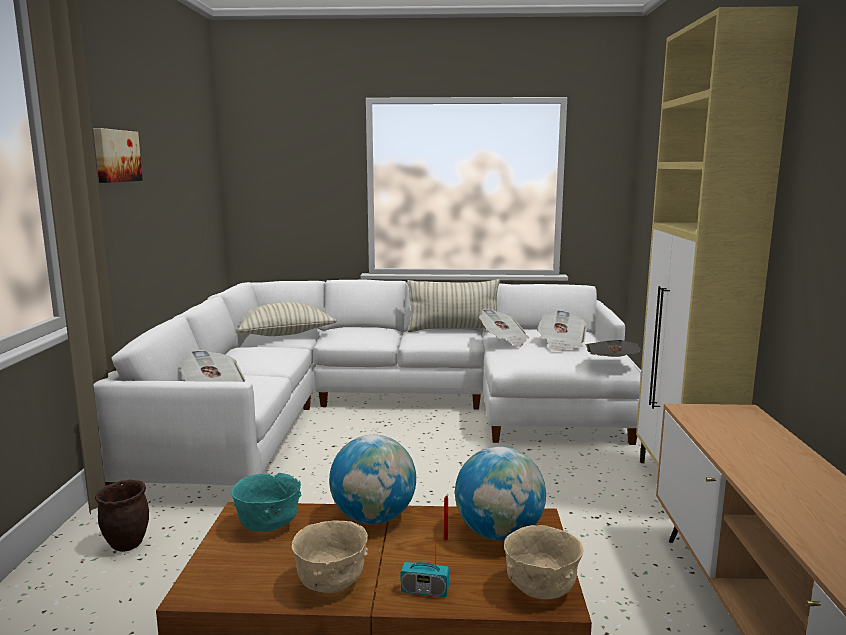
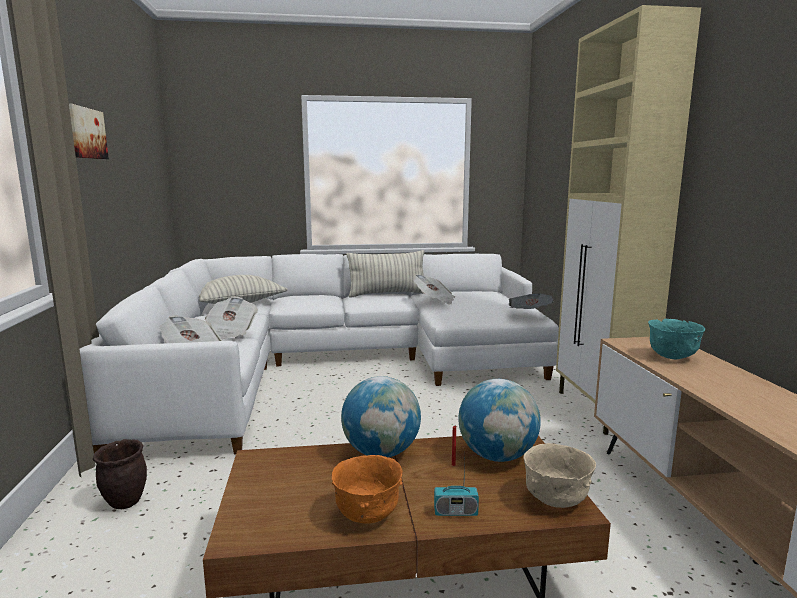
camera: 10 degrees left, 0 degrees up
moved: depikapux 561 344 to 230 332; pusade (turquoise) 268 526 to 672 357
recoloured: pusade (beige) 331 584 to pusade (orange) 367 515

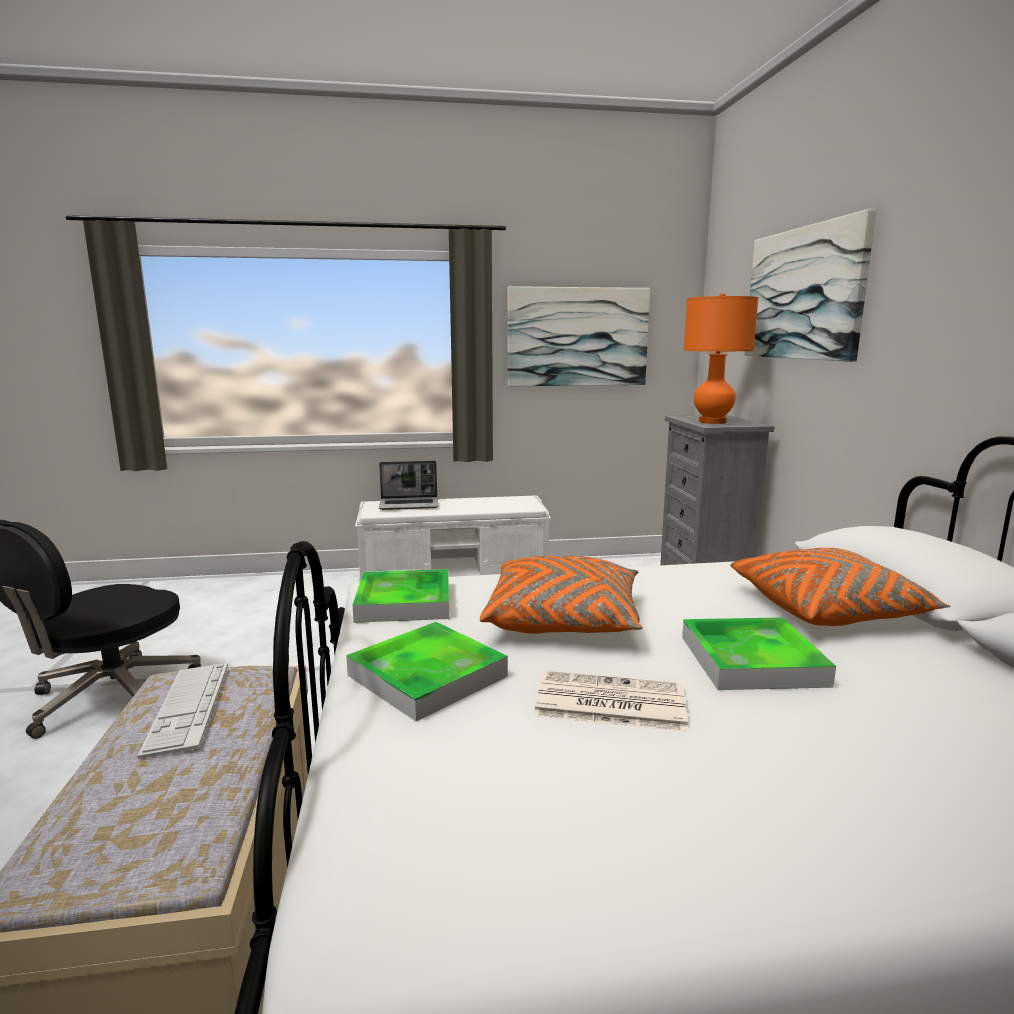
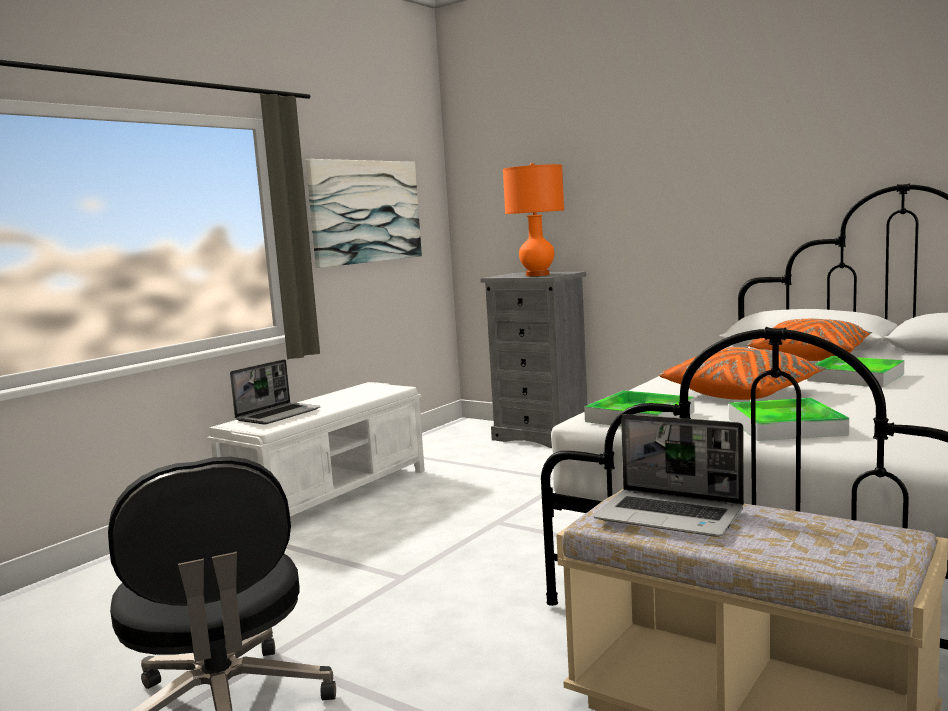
camera: 45 degrees left, 5 degrees down
removed: depikapux 608 703; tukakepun 803 294
replaced: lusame 188 707 to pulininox 671 516

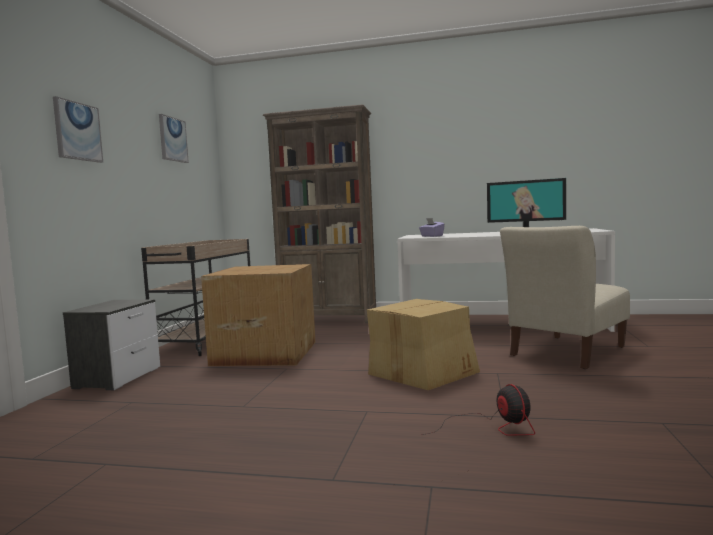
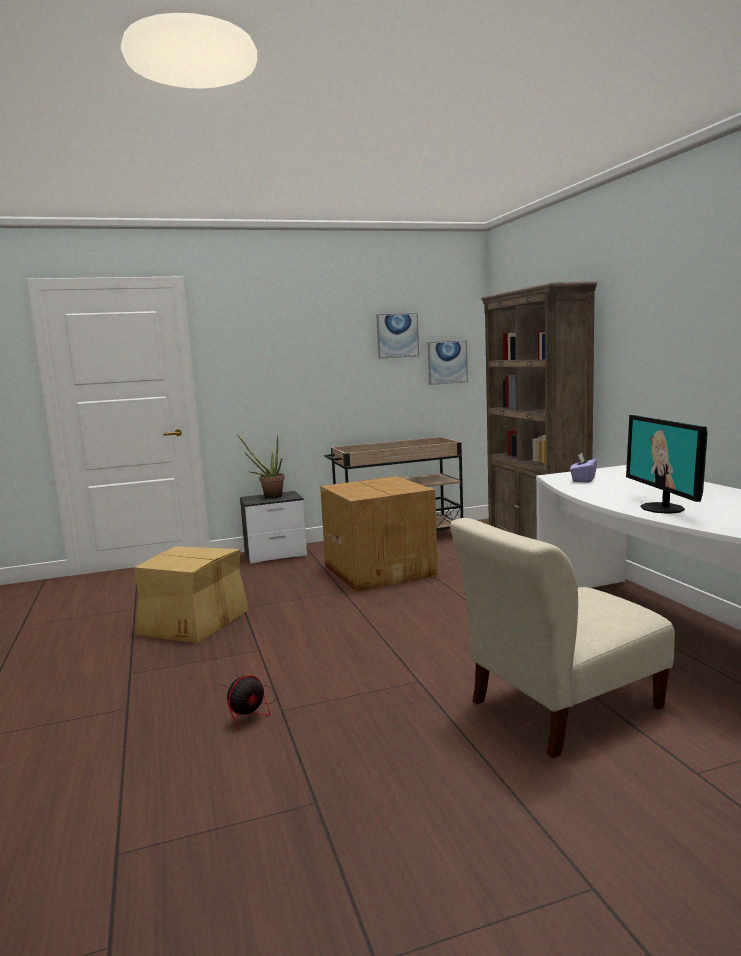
camera: 60 degrees right, 5 degrees up
added: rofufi 269 496
moved: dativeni 423 372 to 193 622; tukakepun 77 131 to 447 362
turned: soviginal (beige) 565 353 = 560 708 45 degrees counterclockwise

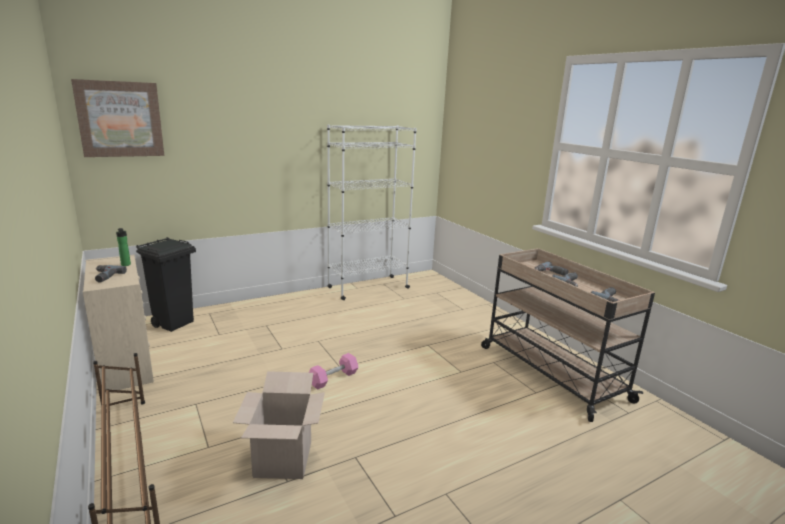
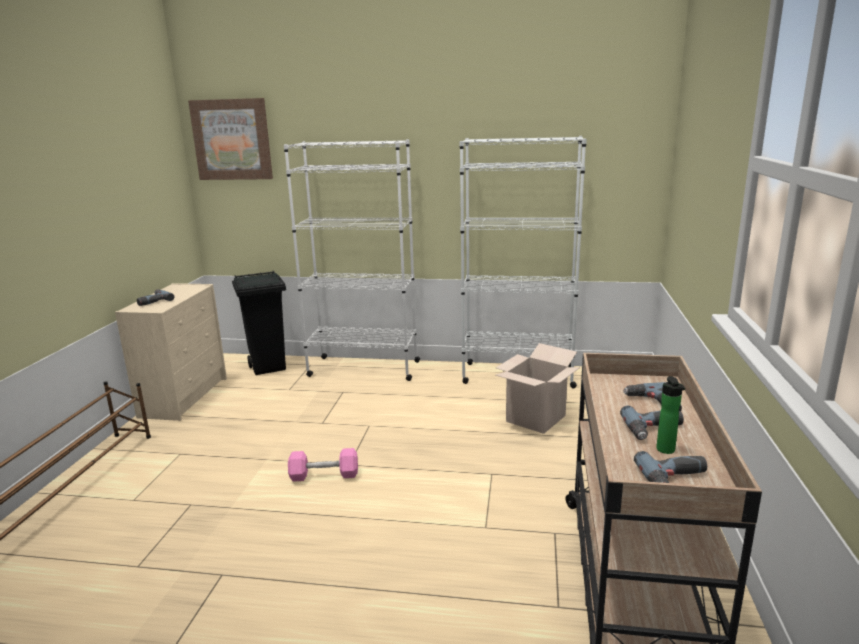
camera: 40 degrees right, 0 degrees up
added: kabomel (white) 363 368
moved: dativeni 283 459 to 535 418; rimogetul 126 265 to 666 451

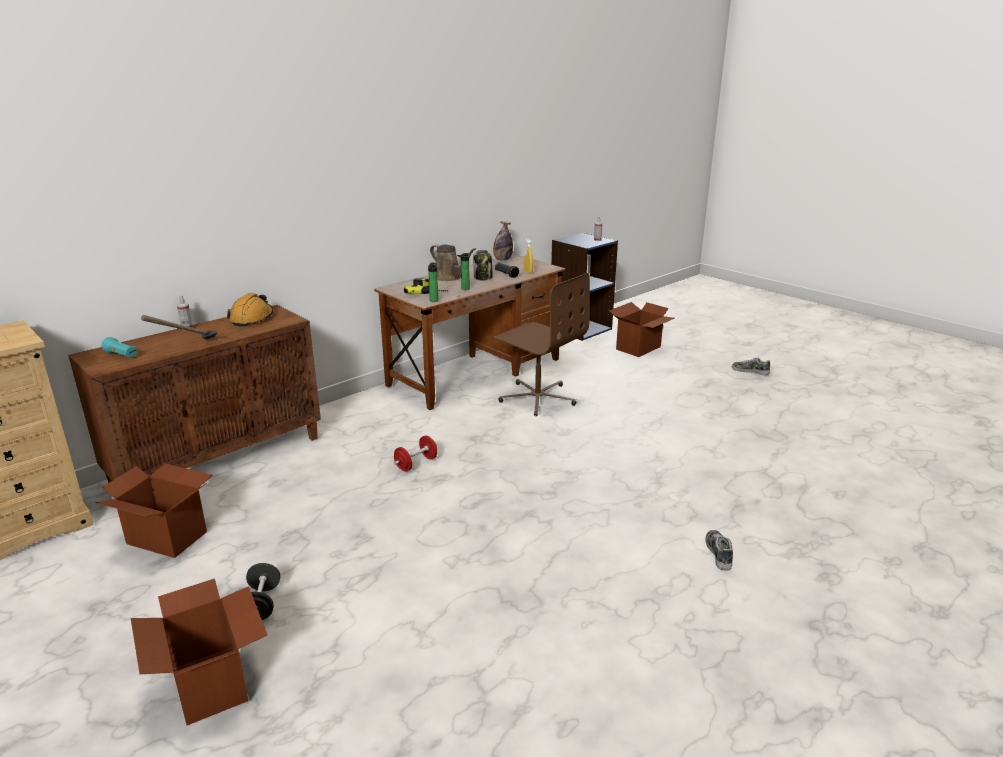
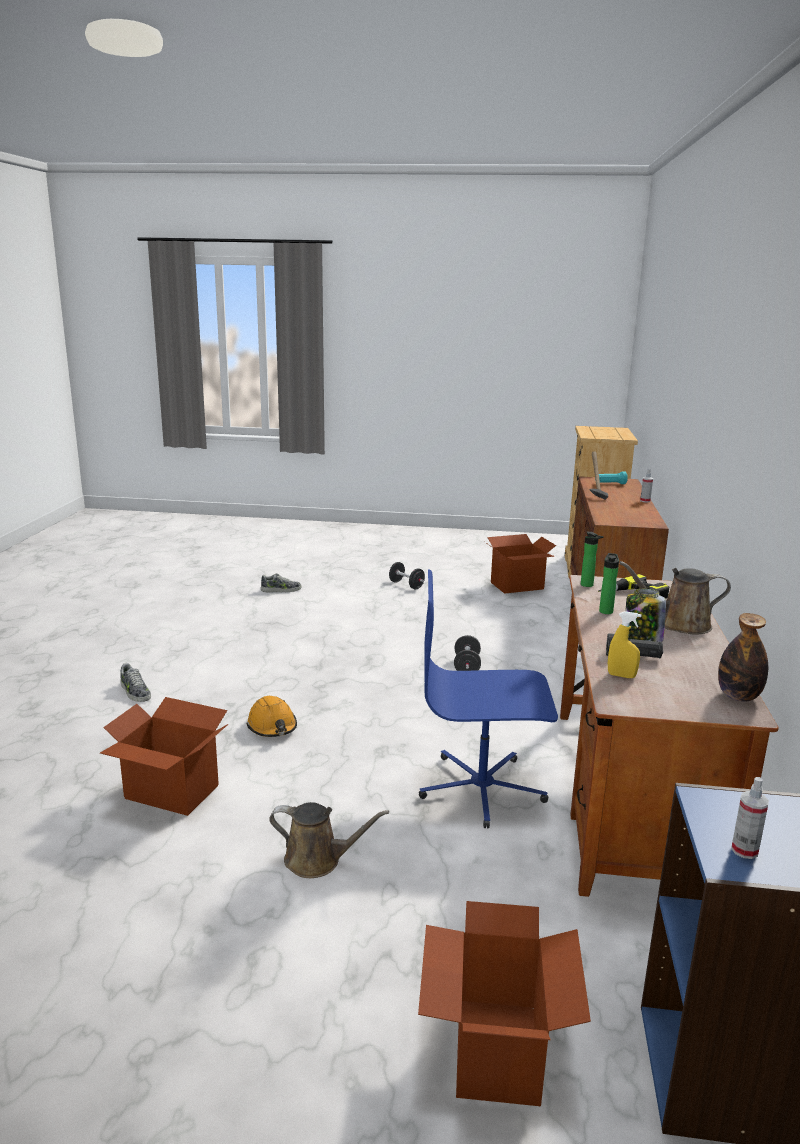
camera: 140 degrees right, 5 degrees down
added: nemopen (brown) 318 860
moved: dativeni 212 684 to 171 793; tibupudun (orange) 252 318 to 272 726; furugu 750 371 to 281 590
recoloured: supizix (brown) 537 398 to supizix (blue) 482 789; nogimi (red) 416 464 to nogimi (black) 466 667

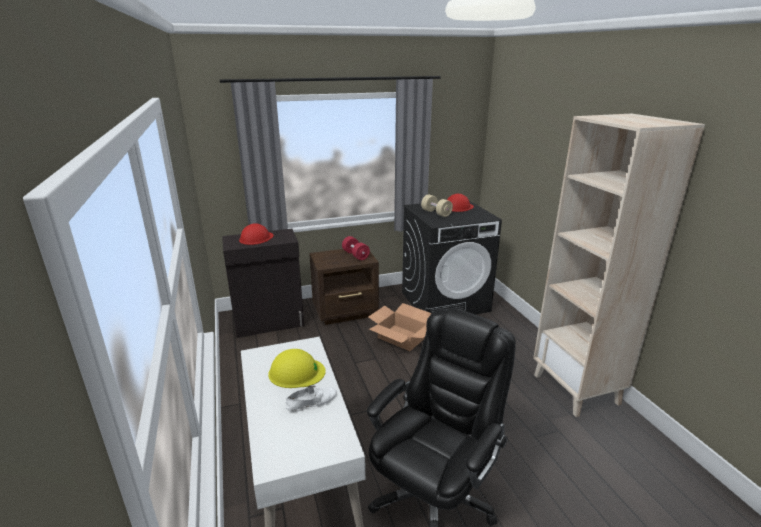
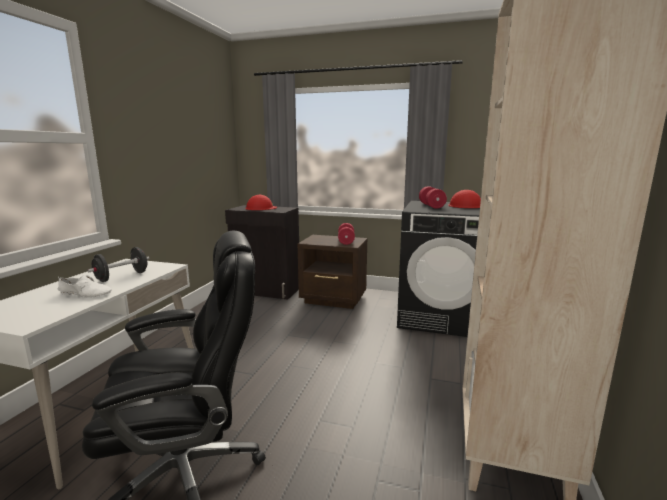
camera: 35 degrees right, 10 degrees down
removed: dativeni 402 337
replaced: tibupudun (yellow) 296 372 to nogimi (black) 122 277
recoloured: nogimi (beige) 436 213 to nogimi (red) 431 206

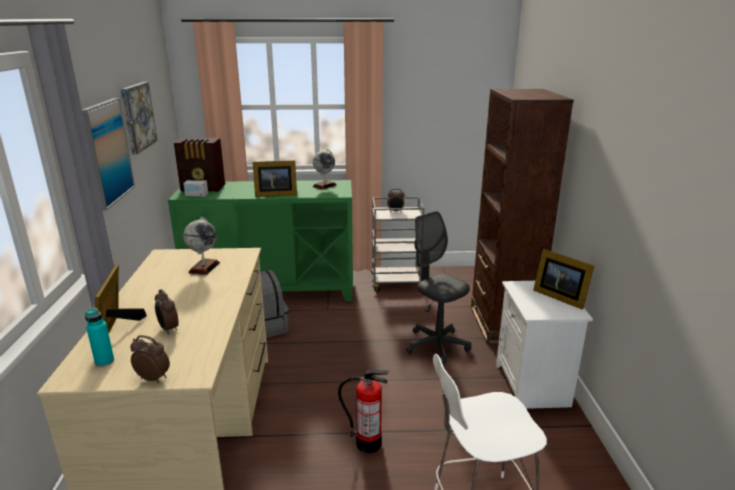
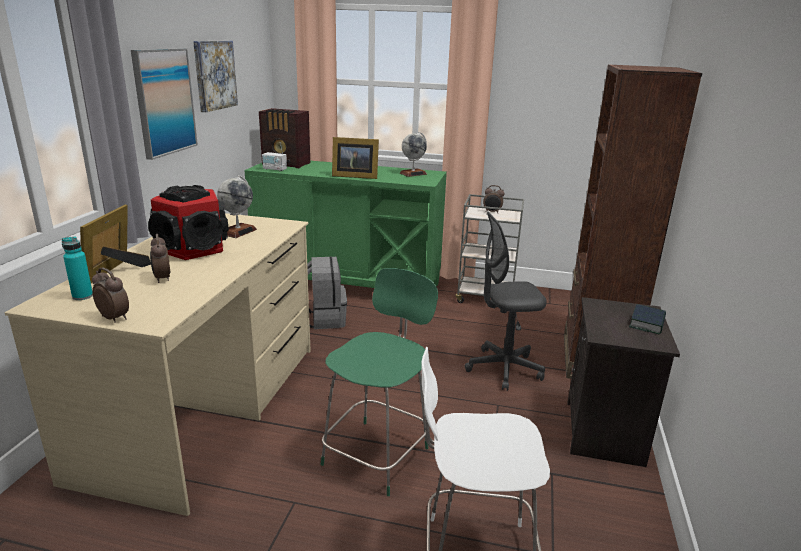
camera: 15 degrees right, 0 degrees up
added: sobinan 194 248
replaced: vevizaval 368 443 to soviginal (green) 378 454; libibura 559 296 to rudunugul 647 323
recoloured: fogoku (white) 533 385 to fogoku (black) 605 433
turned: supizix (grey) 437 346 = 504 369 75 degrees counterclockwise

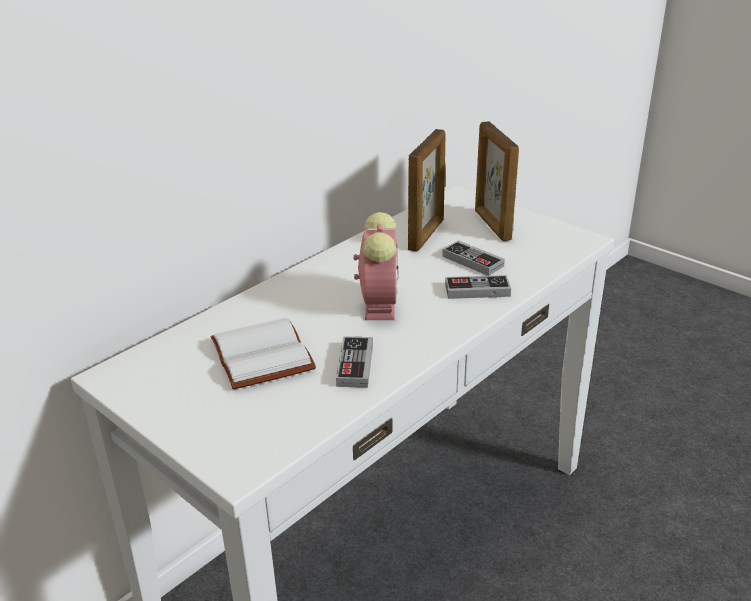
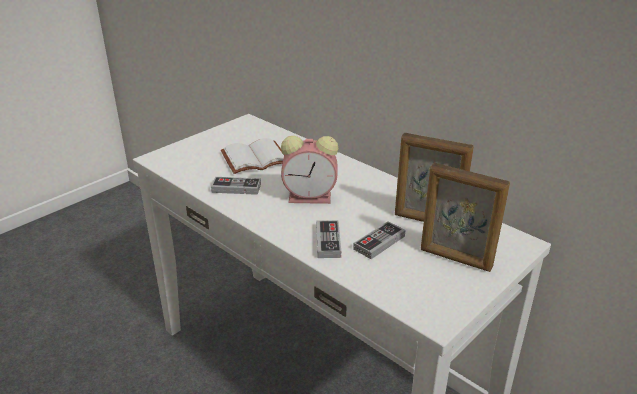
camera: 90 degrees right, 0 degrees up
turned: libibura 492 225 = 455 259 135 degrees counterclockwise

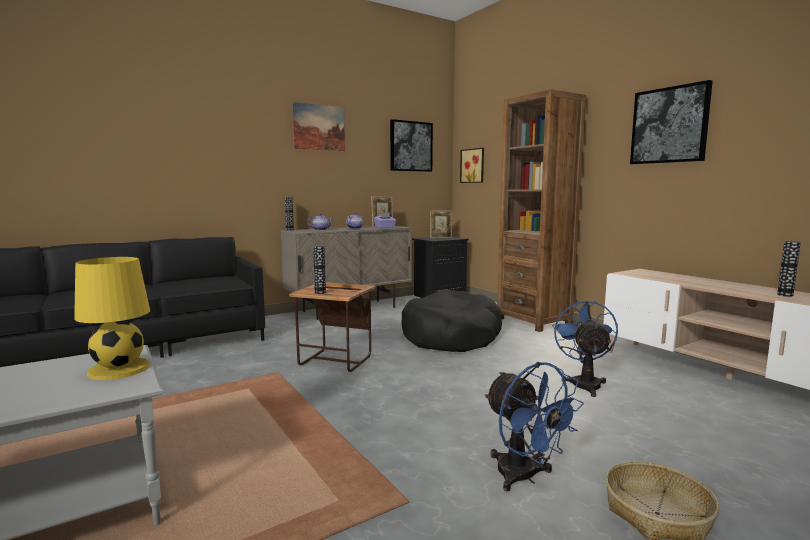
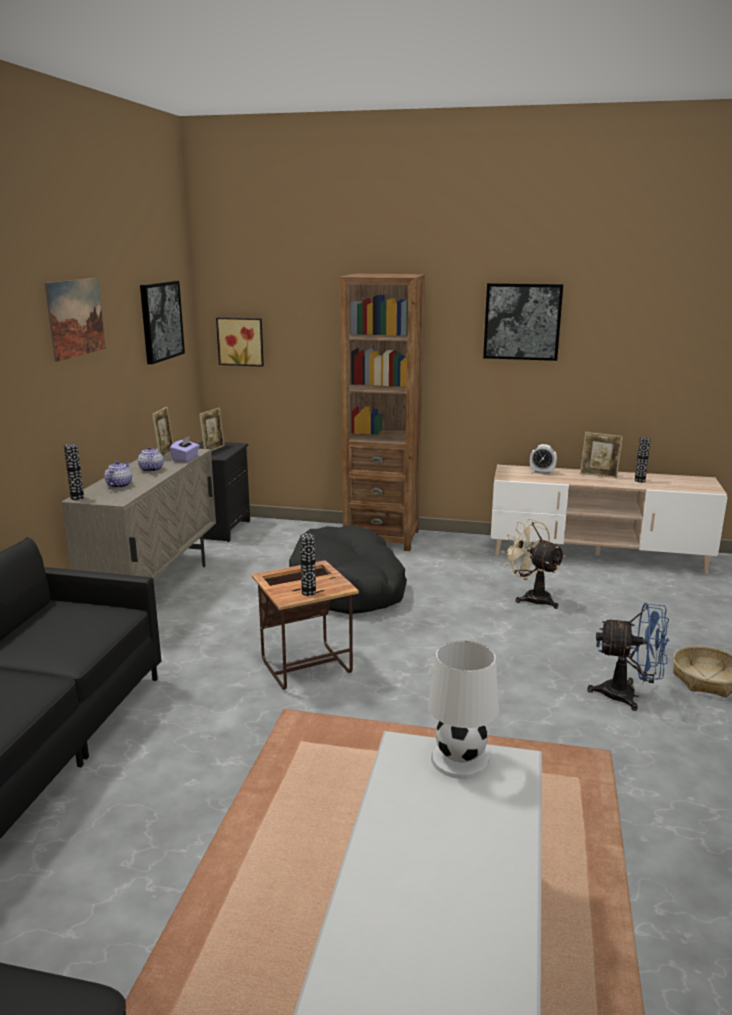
camera: 45 degrees left, 10 degrees up
added: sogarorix 542 472; libibura 599 475
recoloured: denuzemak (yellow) 119 369 to denuzemak (white) 461 759; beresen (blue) 584 383 to beresen (beige) 532 597

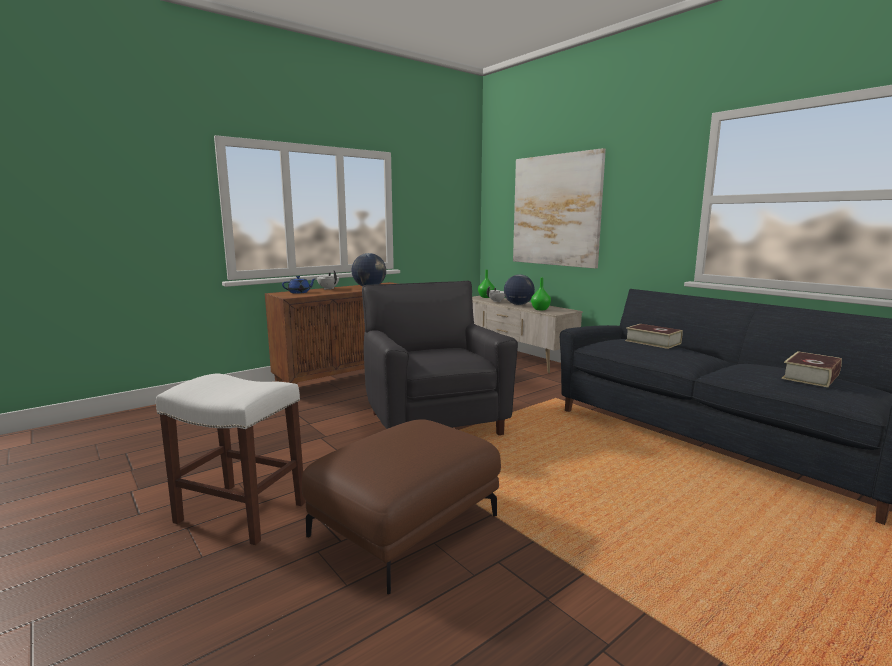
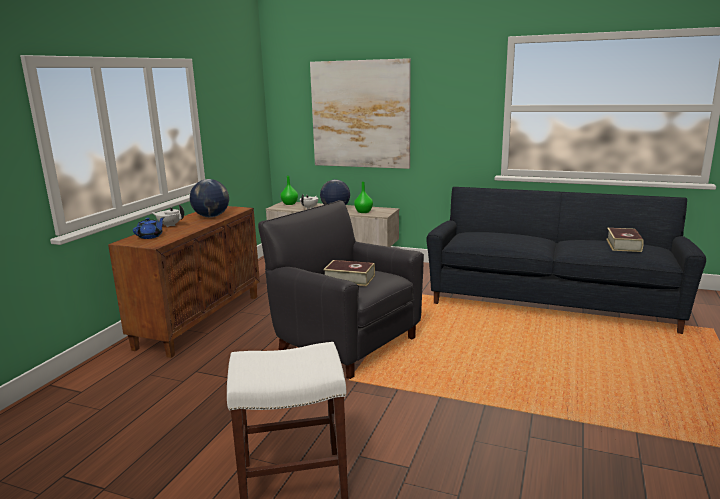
camera: 30 degrees left, 5 degrees up
removed: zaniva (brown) 406 528
moved: rudunugul 653 342 to 349 279

